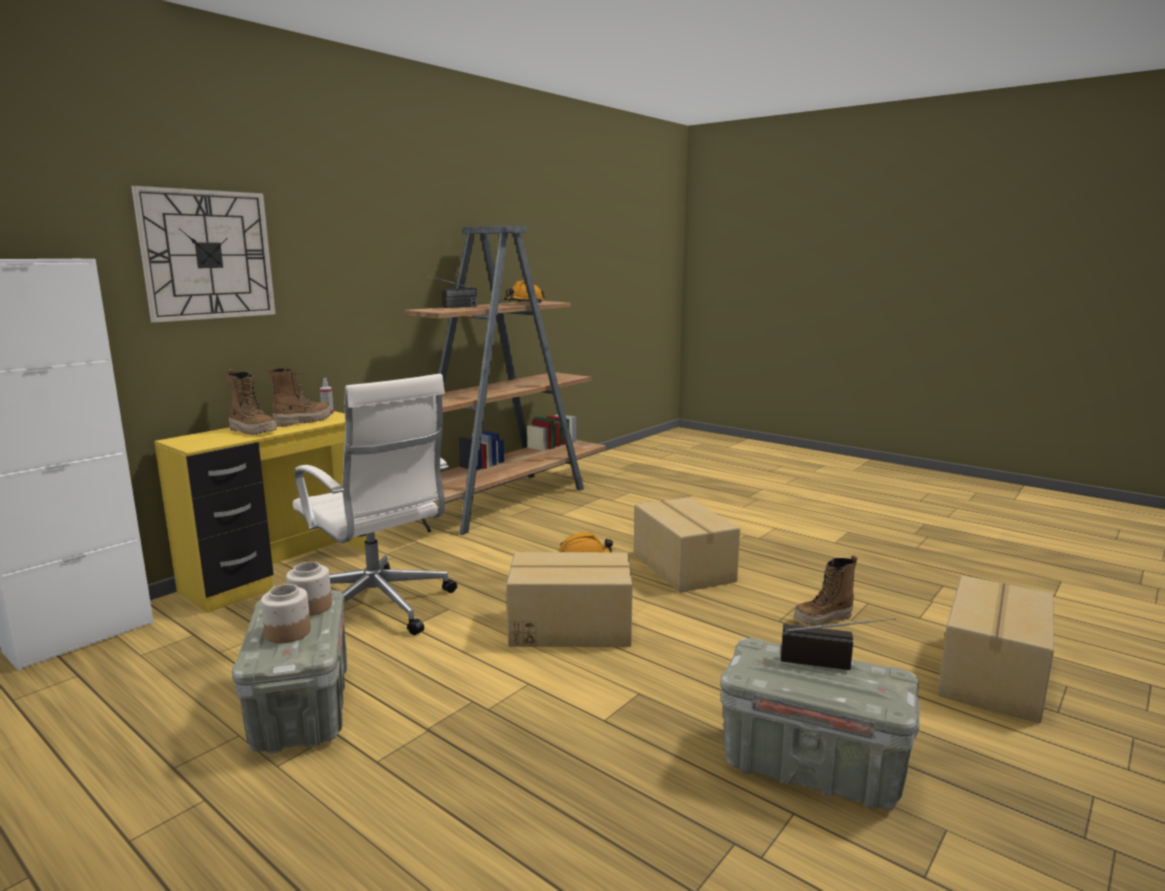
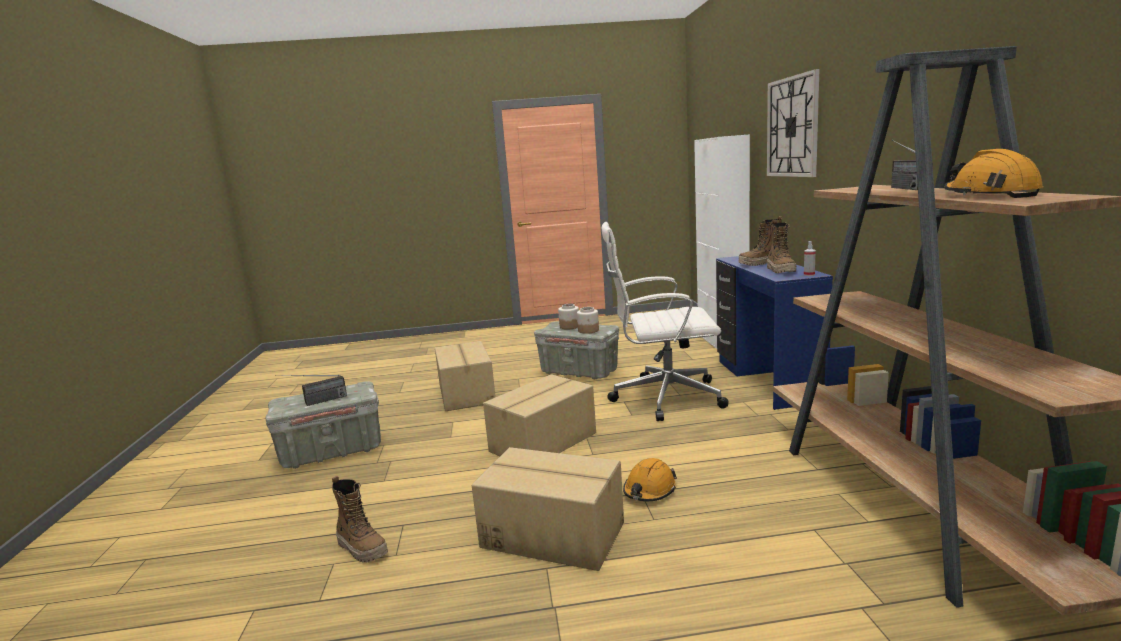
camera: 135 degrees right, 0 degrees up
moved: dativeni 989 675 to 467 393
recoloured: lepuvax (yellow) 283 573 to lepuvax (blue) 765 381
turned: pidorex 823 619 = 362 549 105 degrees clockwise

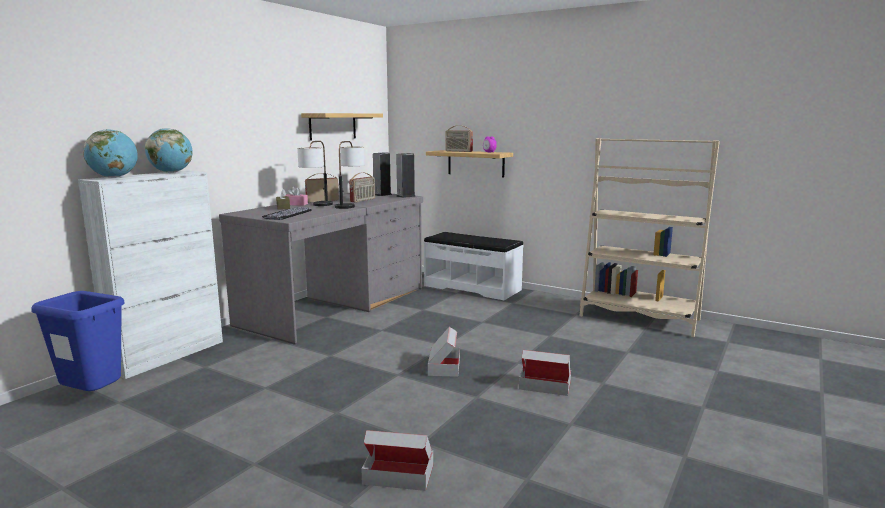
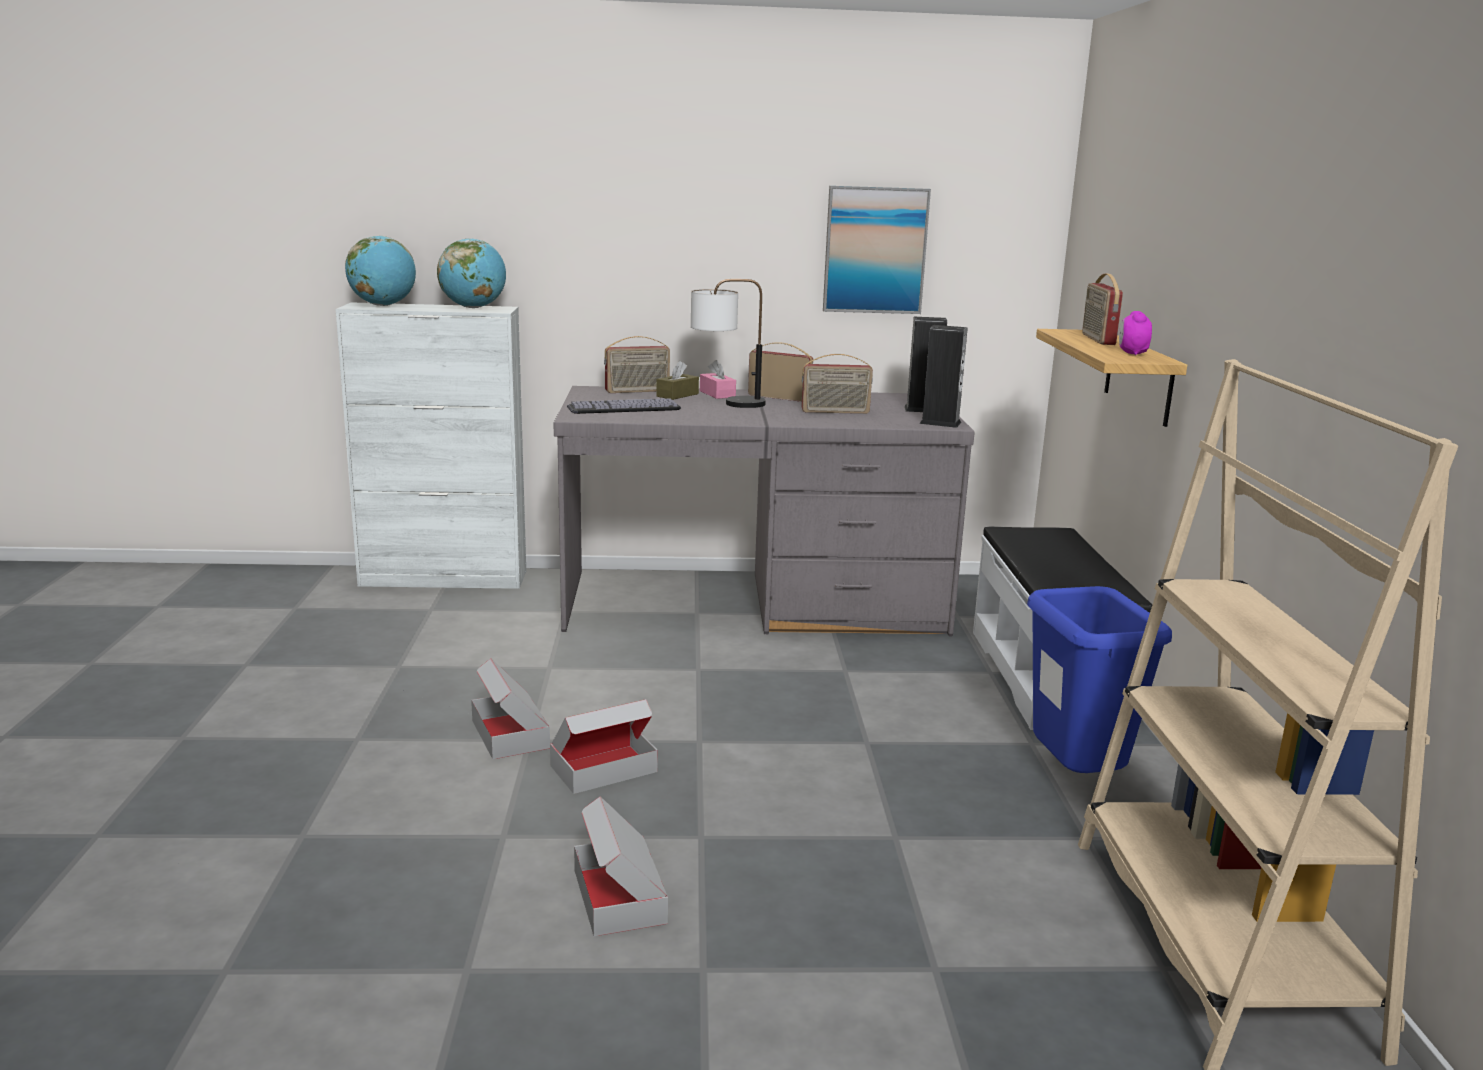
camera: 55 degrees right, 5 degrees up
removed: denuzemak 350 205
added: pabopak 637 391
moved: dativeni 398 474 to 510 734; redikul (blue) 93 398 to 1075 780
replaced: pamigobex 332 126 to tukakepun 875 250

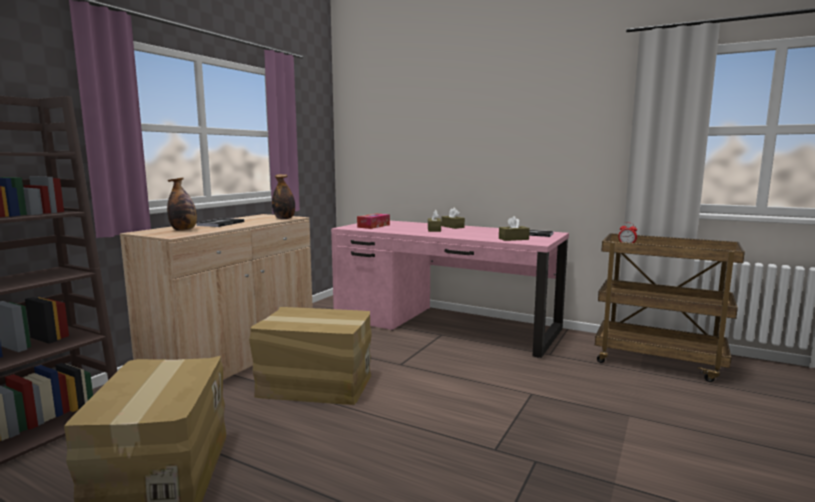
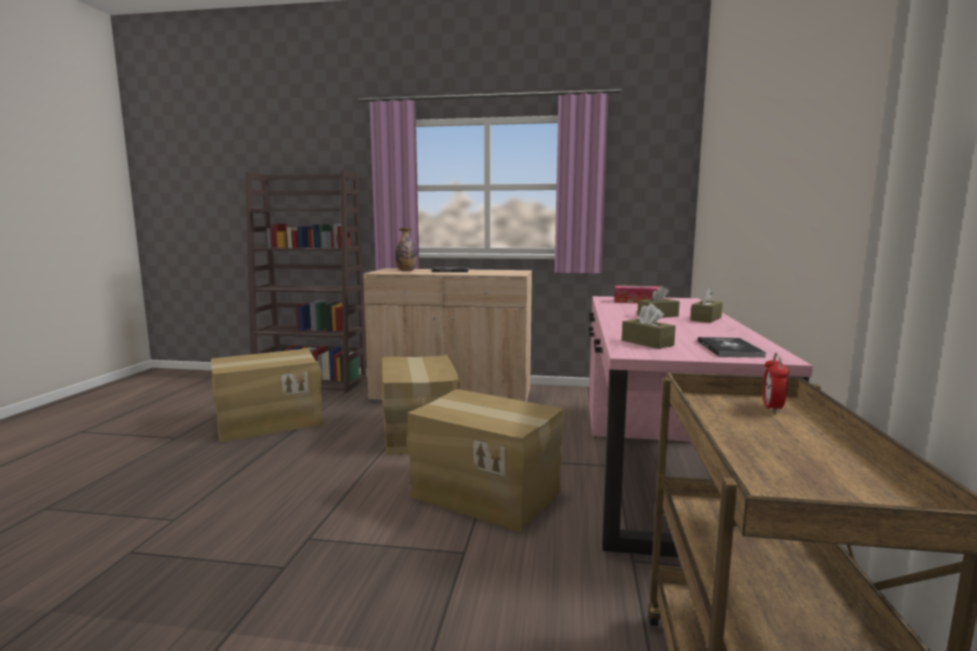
camera: 70 degrees right, 0 degrees up
removed: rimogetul 284 218
added: dativeni 487 492

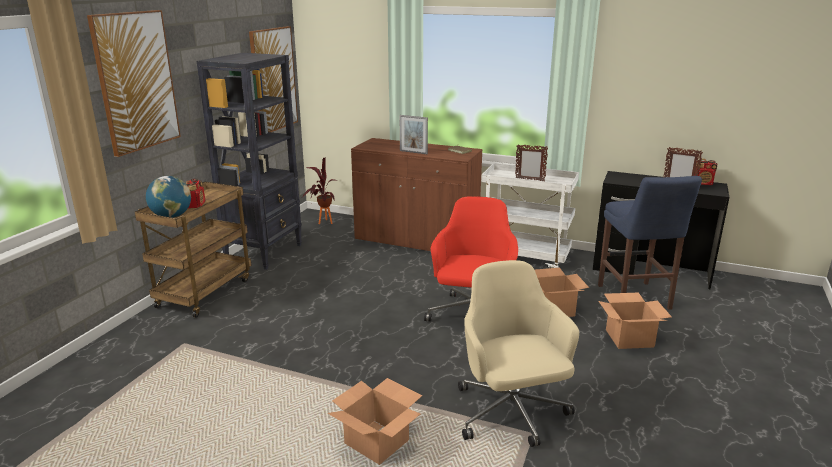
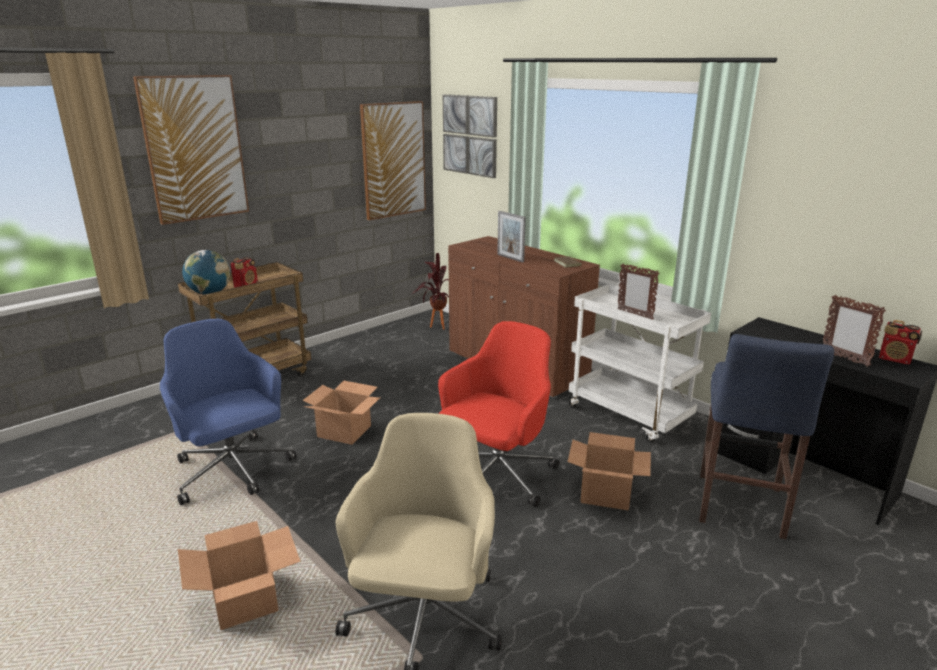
camera: 25 degrees right, 0 degrees up
removed: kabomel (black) 264 253
added: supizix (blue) 233 471; tukakepun 470 135
moved: dativeni 629 338 to 343 431

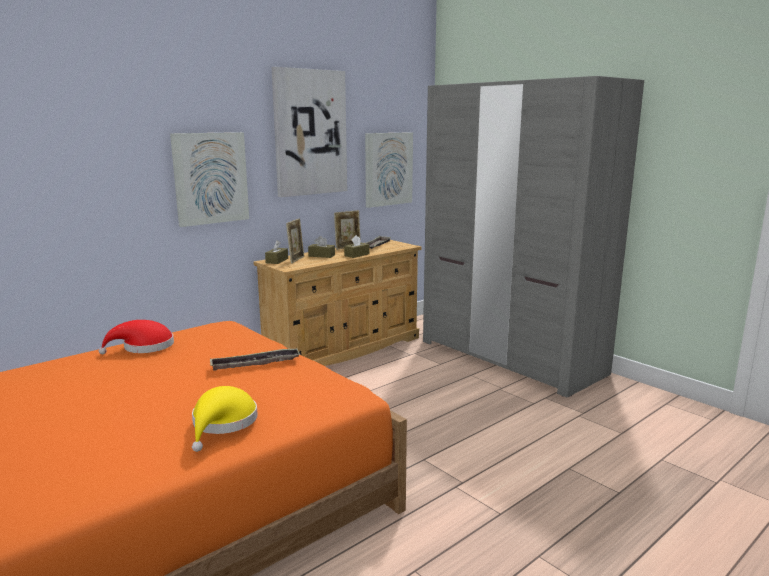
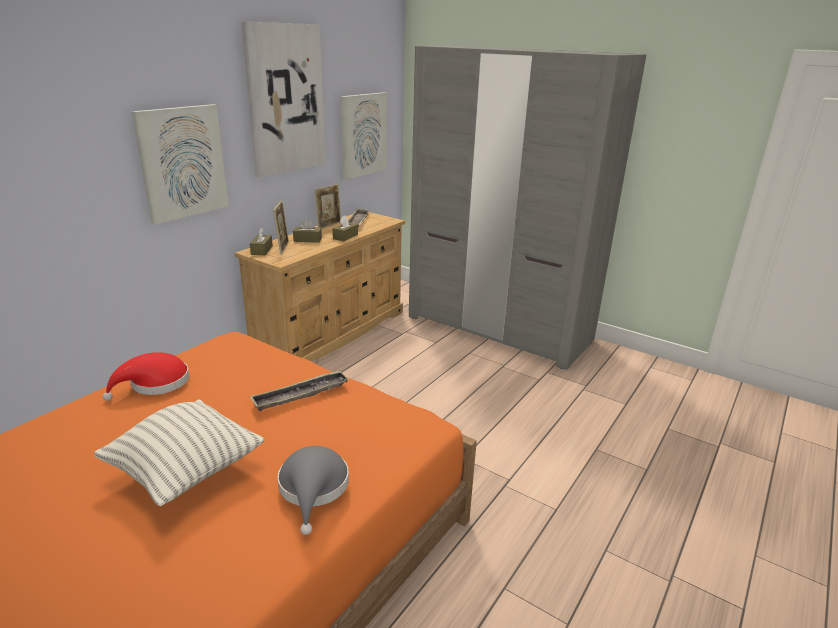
camera: 15 degrees left, 10 degrees up
added: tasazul 186 472
recoloured: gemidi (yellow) 223 423 to gemidi (grey) 313 489

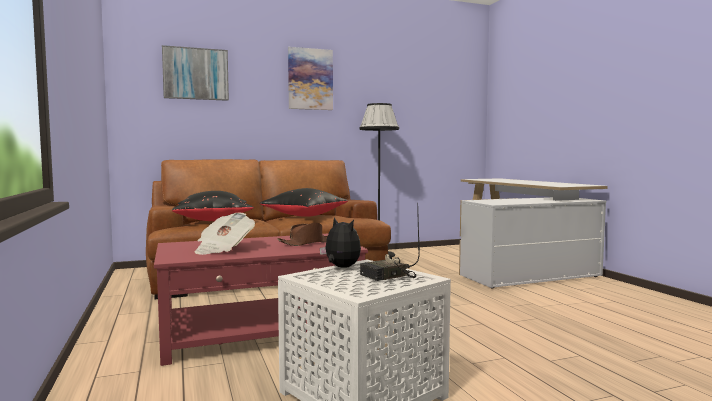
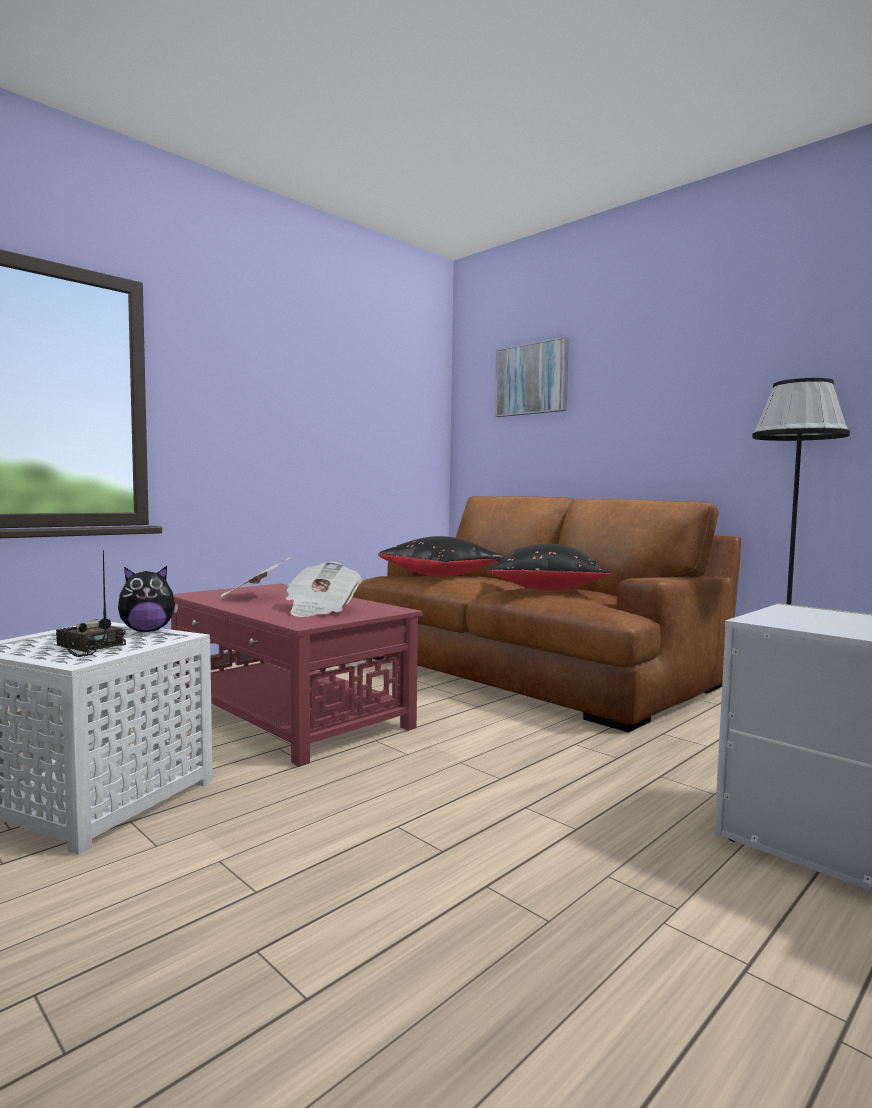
camera: 65 degrees right, 0 degrees up
removed: tukakepun 310 79
replaced: gemidi (brown) 307 243 to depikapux 320 610
turned: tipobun 341 267 = 147 631 45 degrees clockwise

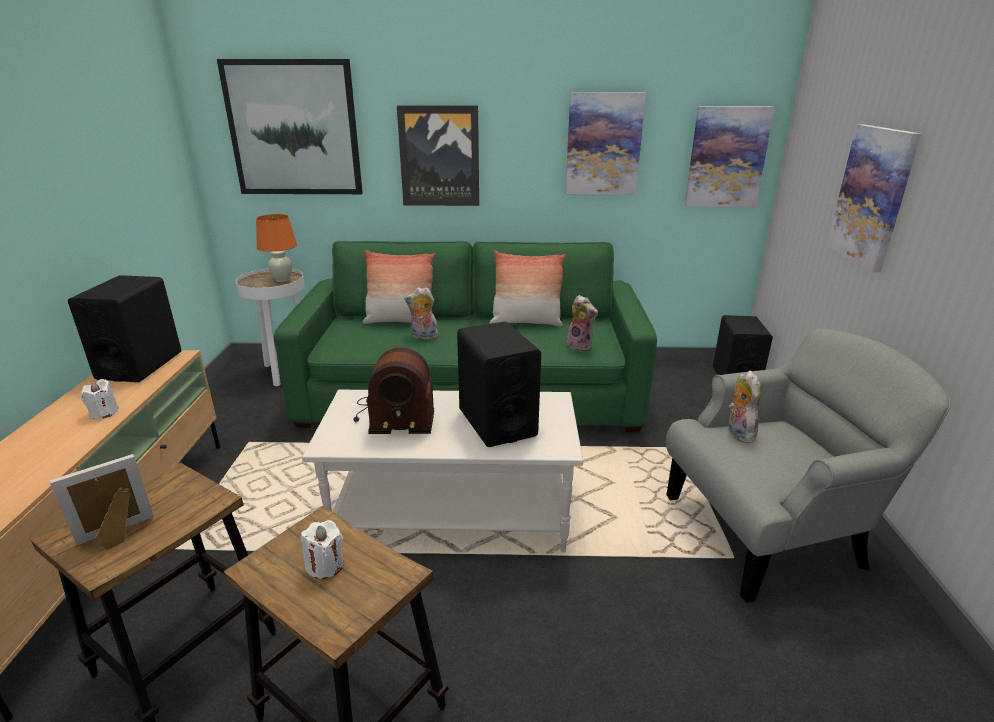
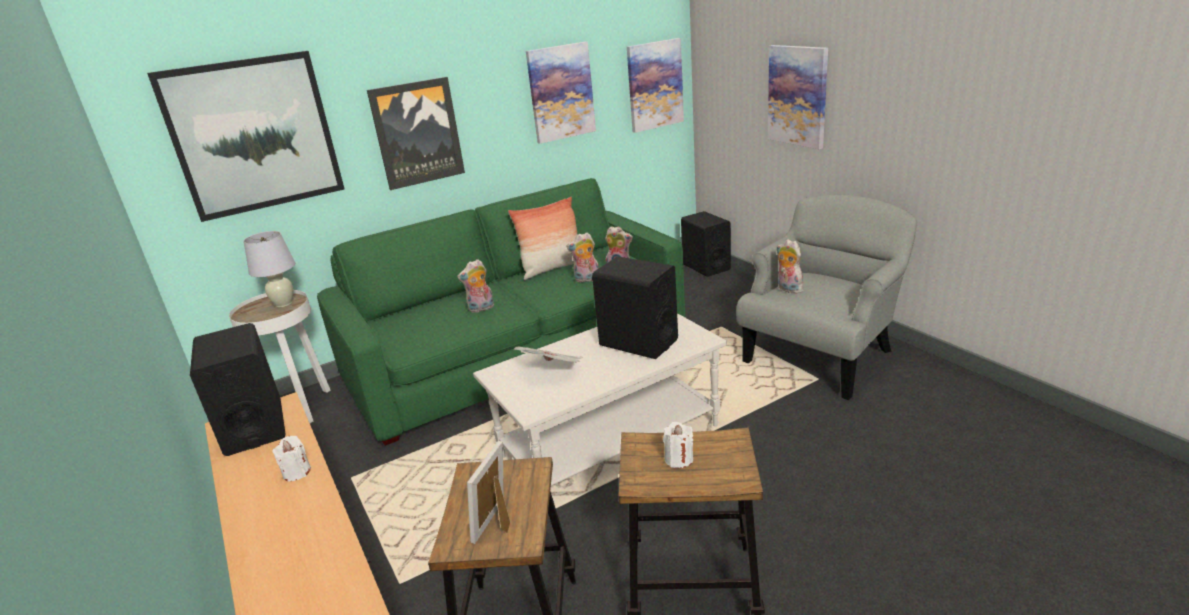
camera: 30 degrees left, 0 degrees up
removed: tasazul 400 321
added: tipobun 586 279
replaced: pabopak 394 416 to depikapux 553 370
recoloured: denuzemak (orange) 282 279 to denuzemak (white) 283 304

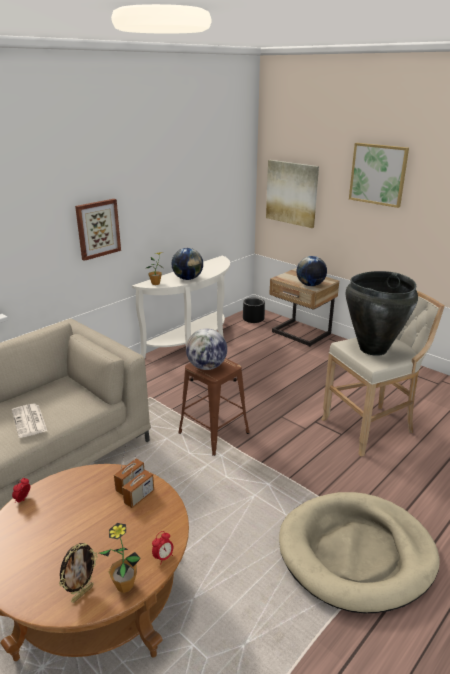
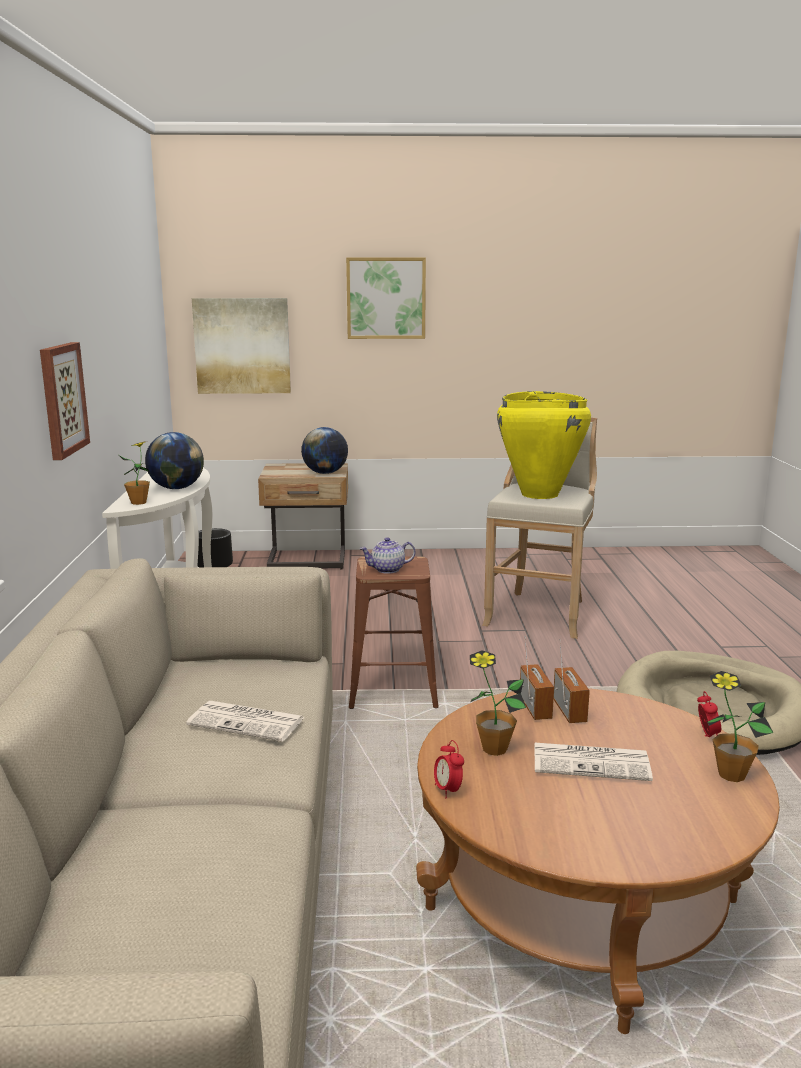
camera: 45 degrees left, 10 degrees down
removed: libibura 82 593
added: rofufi 494 749; depikapux 592 762
replaced: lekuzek 206 367 to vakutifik 387 570
recoloured: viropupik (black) 373 349 to viropupik (yellow) 539 494

